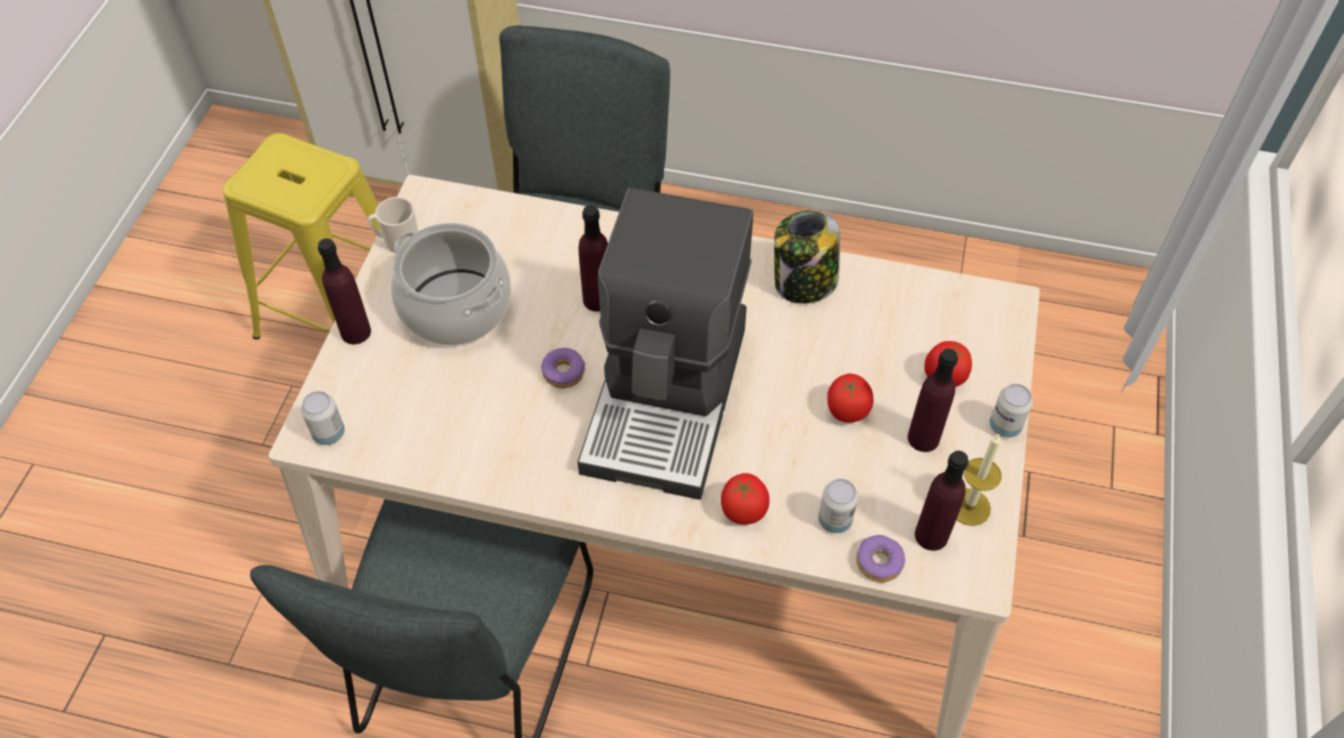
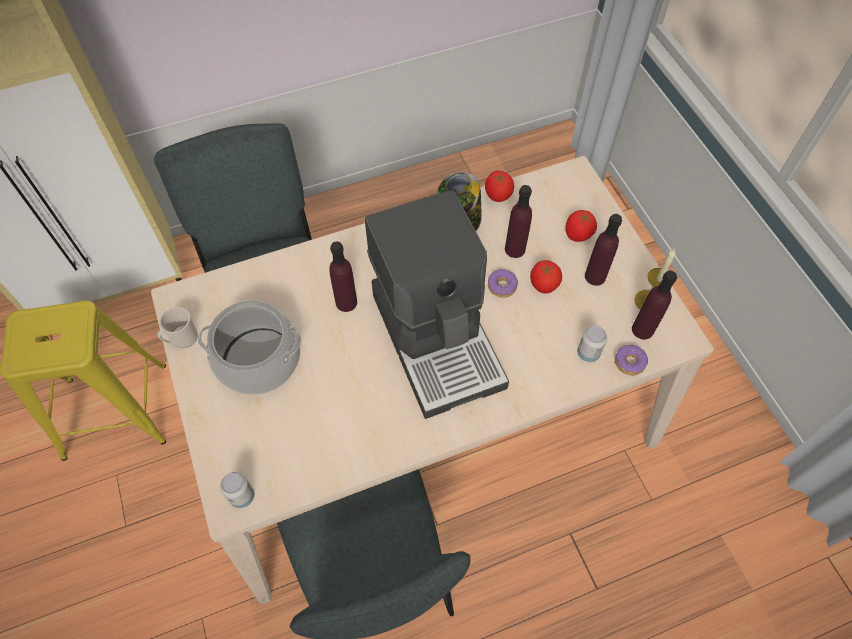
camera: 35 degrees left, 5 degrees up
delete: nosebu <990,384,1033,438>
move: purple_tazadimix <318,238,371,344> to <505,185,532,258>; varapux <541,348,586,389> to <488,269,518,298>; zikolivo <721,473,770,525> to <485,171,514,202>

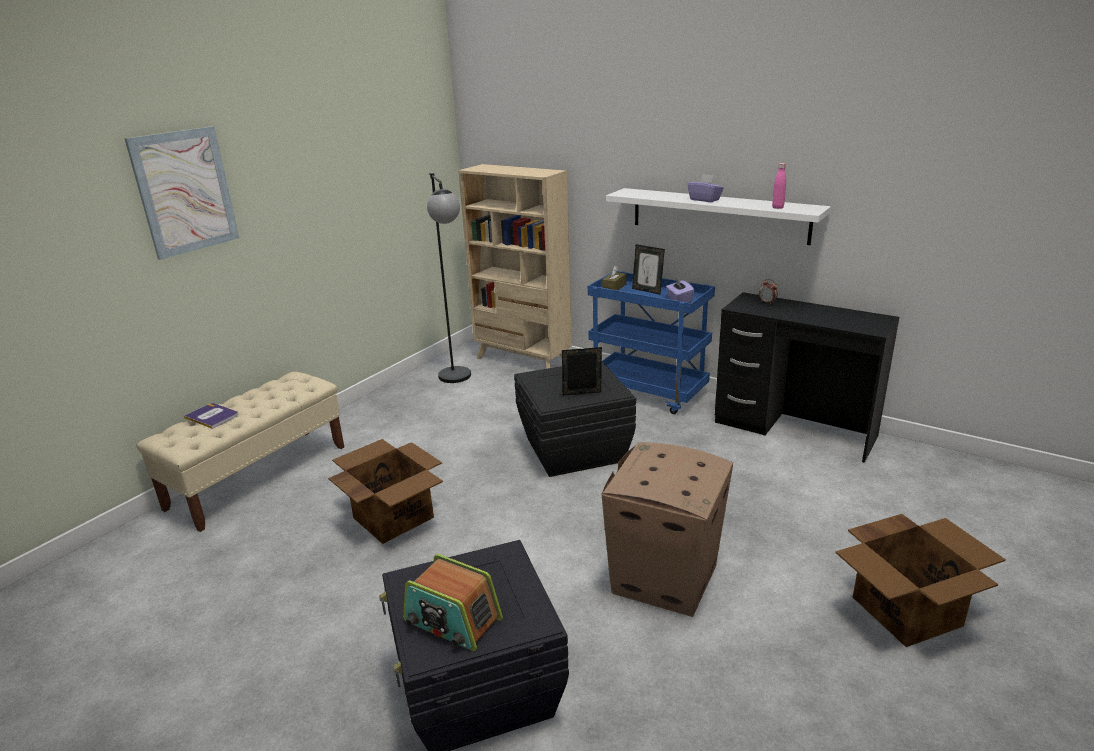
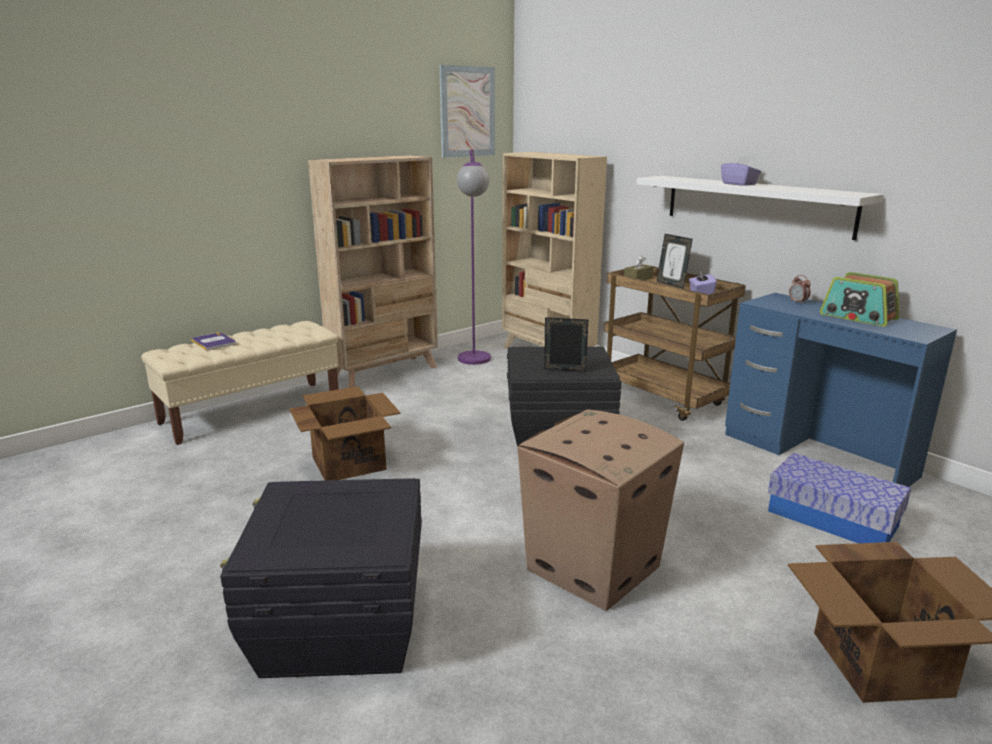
camera: 15 degrees right, 5 degrees down
delete: pink_tazadimix <772,163,786,209>
insert: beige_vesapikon <308,155,438,388>; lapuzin <768,453,911,543>
move: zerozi <124,126,239,260> to <439,65,495,158>; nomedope <403,554,503,651> to <820,272,899,327>
recolor: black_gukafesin <427,173,471,383> to purple_gukafesin <457,150,491,365>; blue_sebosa <588,271,715,414> to brown_sebosa <604,266,746,421>; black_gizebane <715,292,899,463> to blue_gizebane <725,293,957,487>

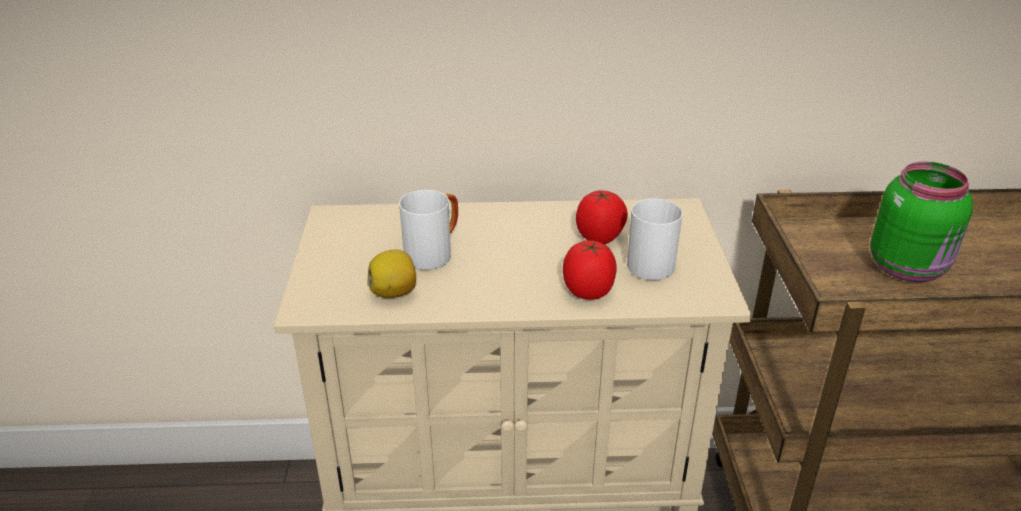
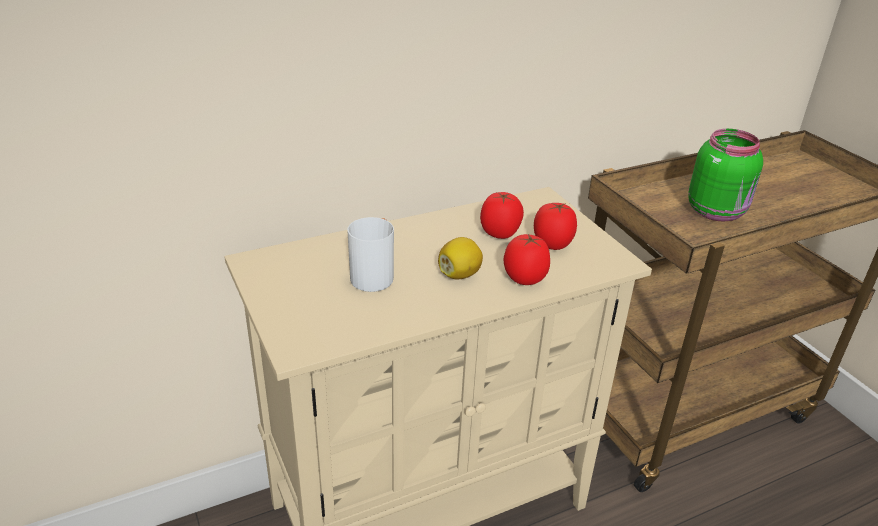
camera: 25 degrees left, 0 degrees up
move: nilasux <367,249,416,298> to <438,237,483,279>
replace: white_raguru <627,199,683,280> to zikolivo <534,203,577,250>

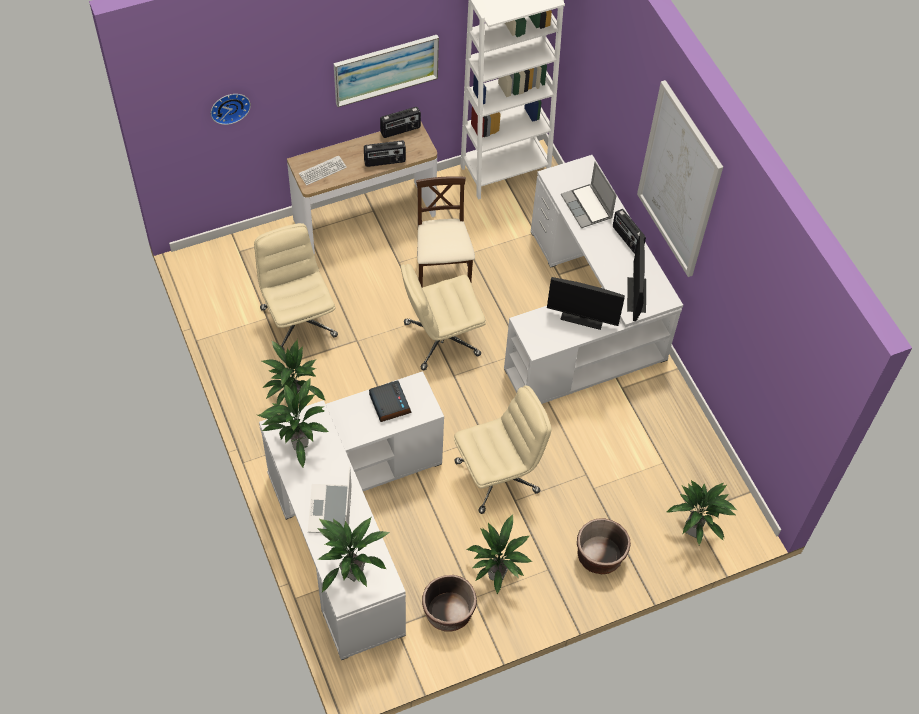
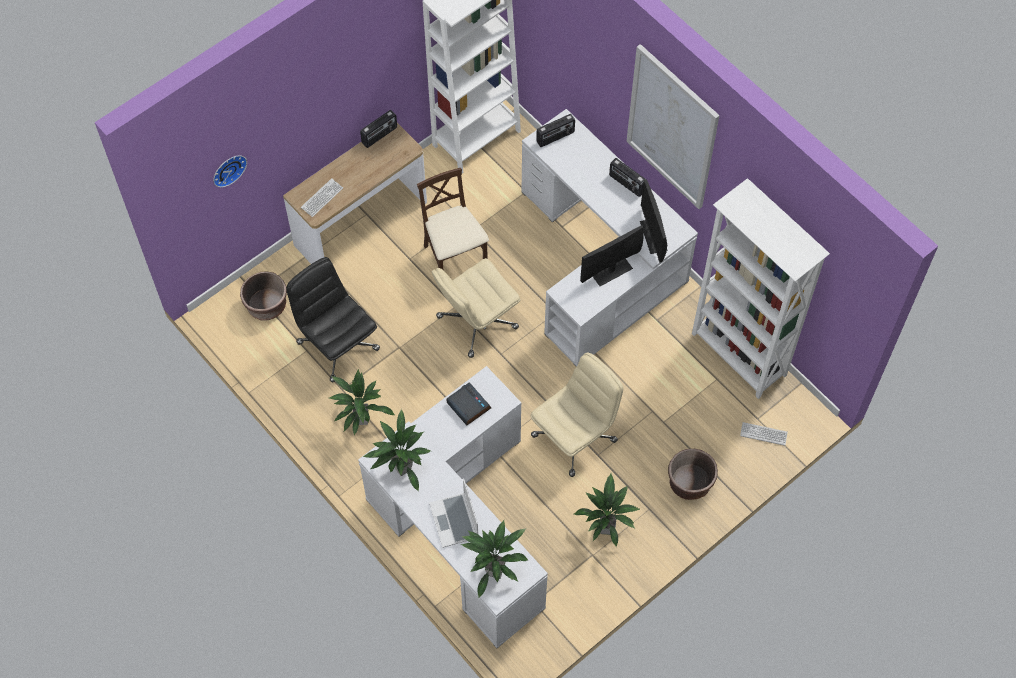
camera: 15 degrees left, 5 degrees up
delete: zerozi <333,35,439,107>; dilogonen <561,162,617,228>
insert: white_vesapikon <692,178,830,399>
move: nomedope <364,140,406,167> to <536,114,575,147>; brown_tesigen <422,575,477,632> to <240,271,287,320>
replace: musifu <667,480,737,545> to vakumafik <740,422,788,446>
recolor: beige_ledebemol <254,223,338,350> to black_ledebemol <286,257,380,382>
rotate: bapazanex <547,277,625,330> = <580,225,644,286> 150 degrees clockwise

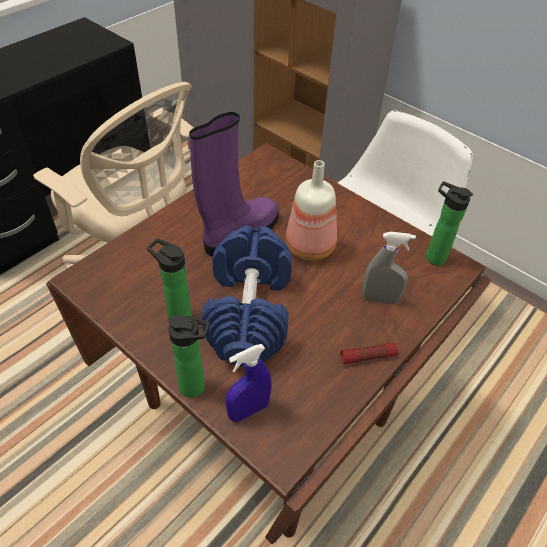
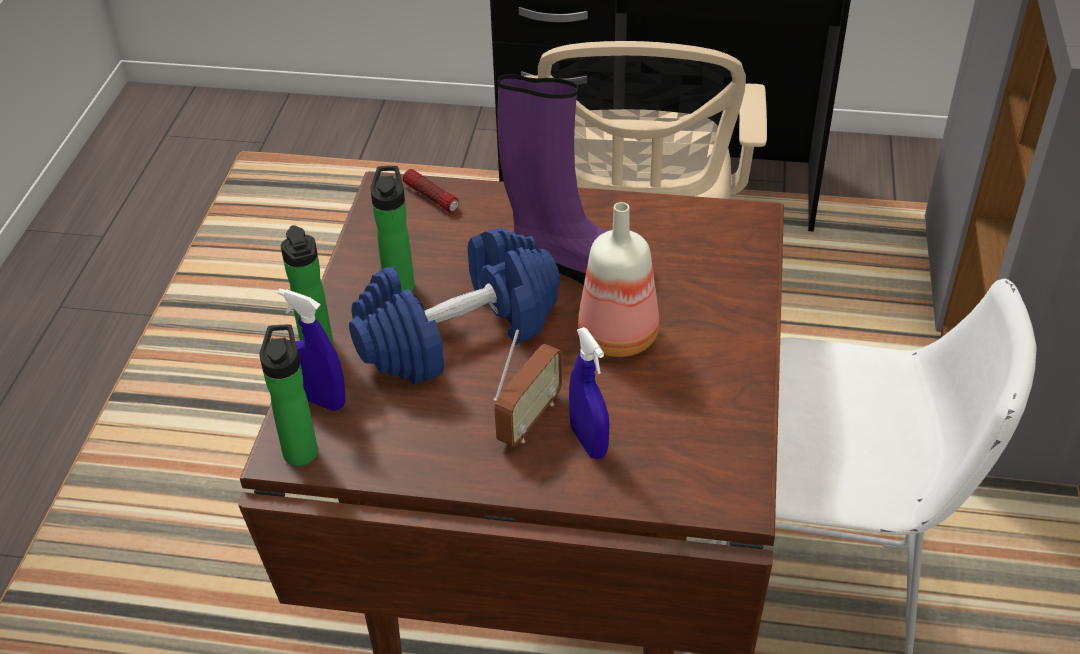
camera: 60 degrees right, 5 degrees down
insert: nomedope <493,329,562,447>
move: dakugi <340,342,398,364> to <403,169,459,212>; tazadimix <426,181,473,266> to <259,324,318,466>
recolor: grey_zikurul <362,232,416,304> to blue_zikurul <569,327,610,459>

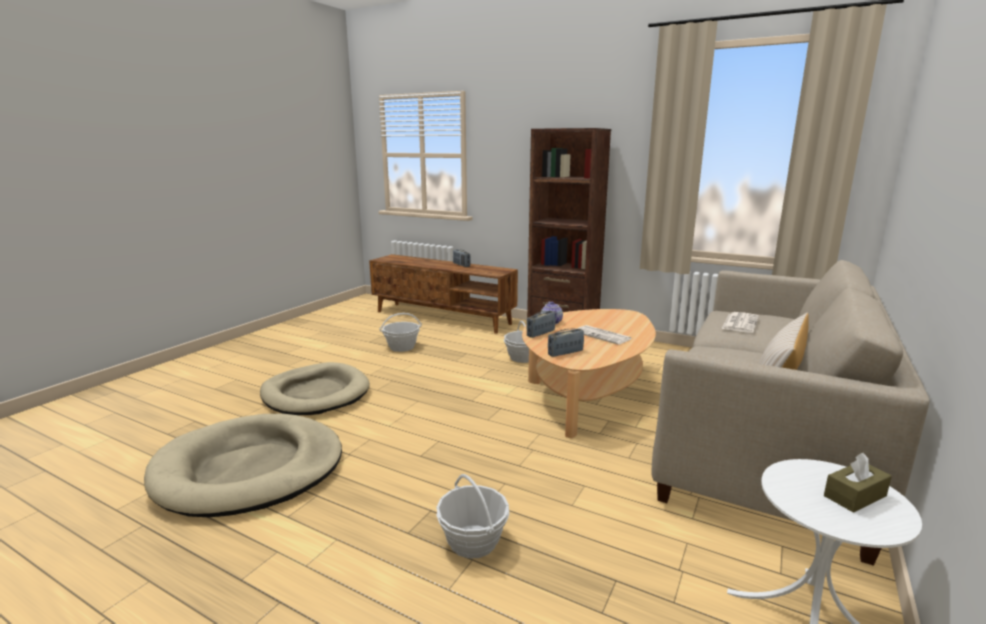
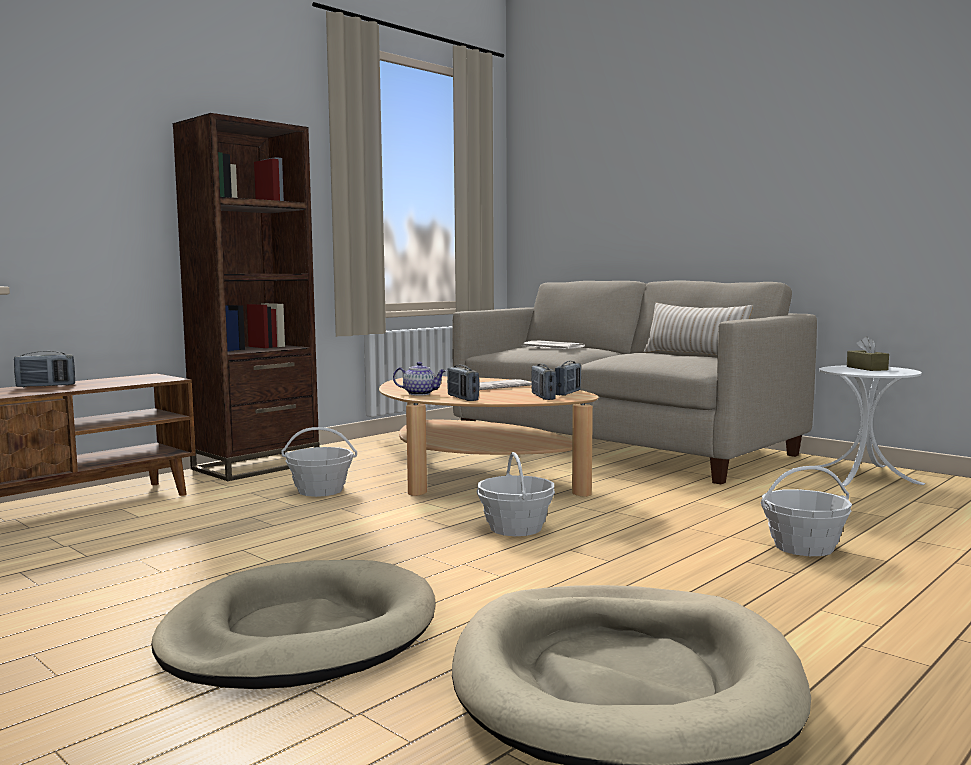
camera: 75 degrees left, 10 degrees down
insert: nomedope <555,361,581,396>
move: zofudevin <379,313,422,352> to <477,452,555,536>

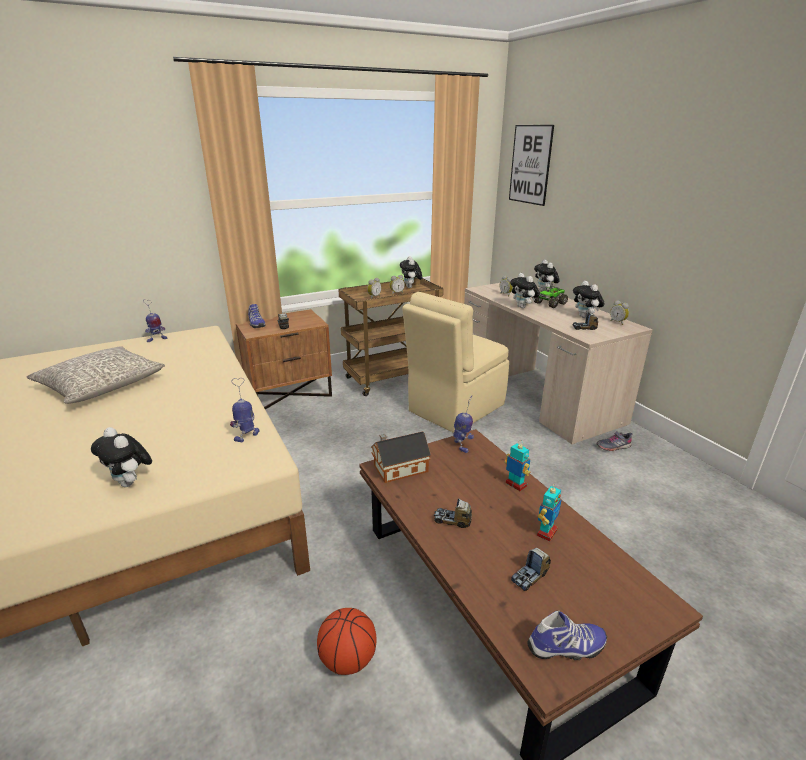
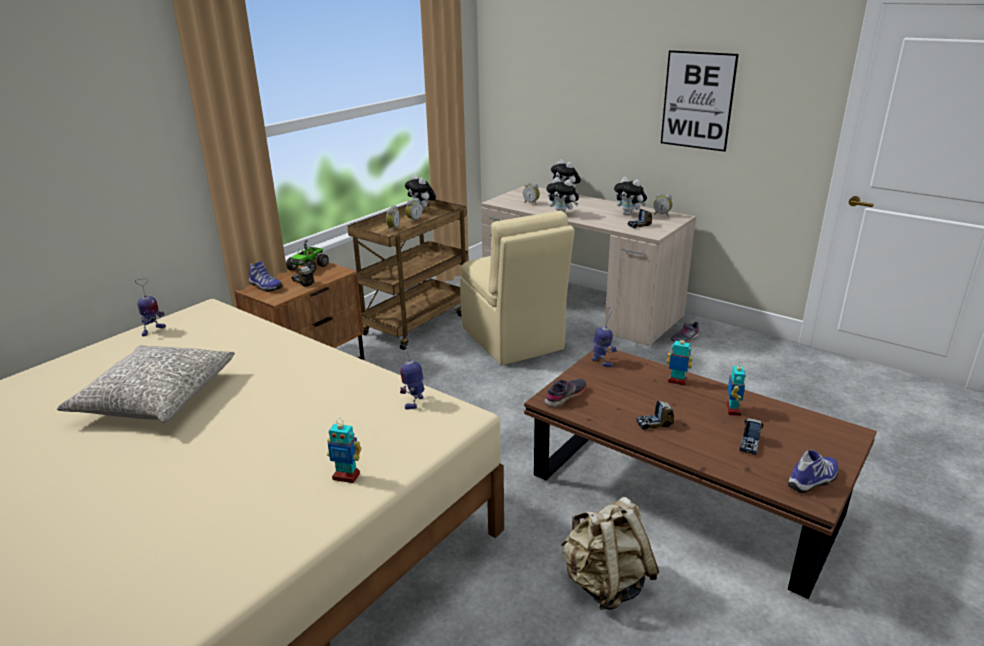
camera: 25 degrees left, 0 degrees up
move: zerozi <509,125,554,206> to <661,50,739,152>; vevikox <534,281,568,308> to <286,240,329,273>
replace: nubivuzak <91,427,152,487> to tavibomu <327,418,361,483>; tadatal <317,608,377,675> to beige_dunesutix <561,497,659,610>; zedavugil <371,432,431,483> to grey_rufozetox <545,379,587,407>
rotate: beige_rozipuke <402,292,509,433> = <460,211,575,365> 45 degrees counterclockwise

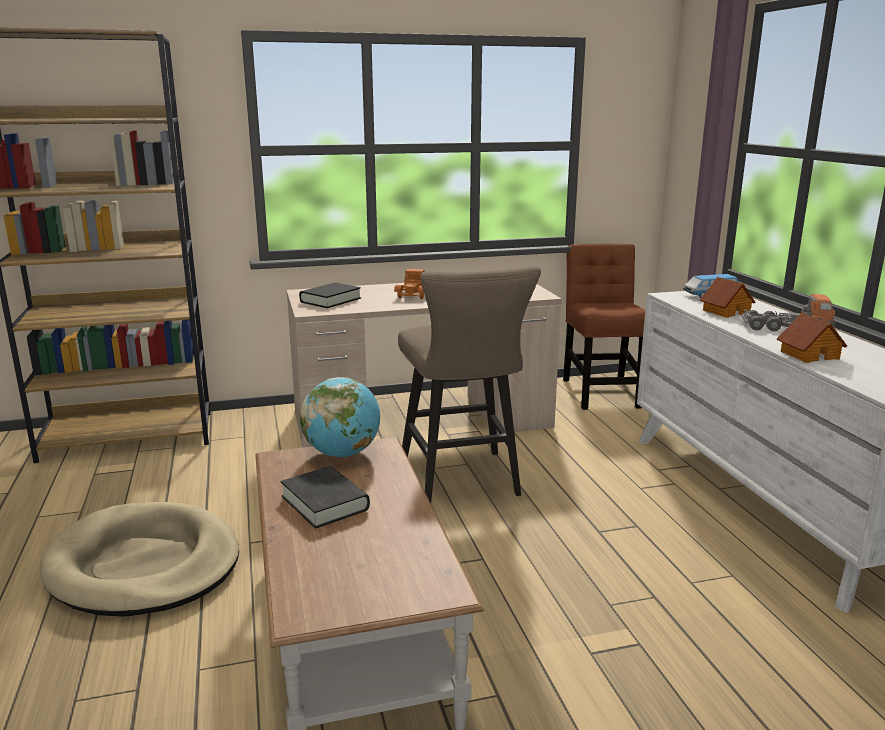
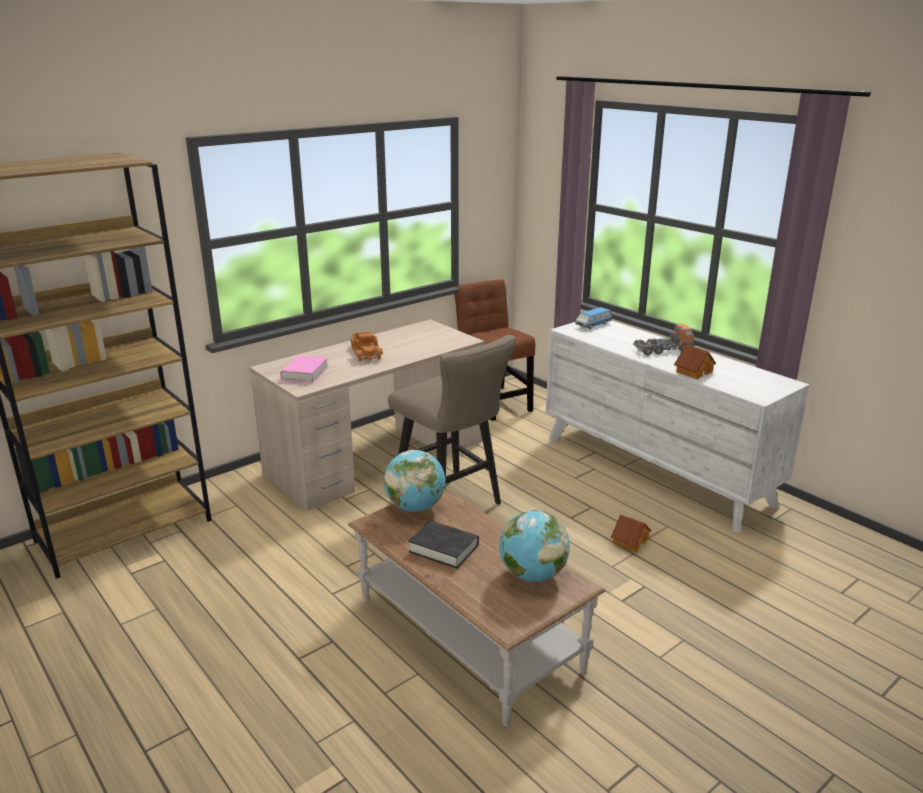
camera: 25 degrees left, 5 degrees up
delete: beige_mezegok <40,502,239,616>
insert: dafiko <499,510,570,582>
move: zedavugil <700,277,755,318> to <611,514,651,552>
recolor: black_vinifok <299,282,361,308> to pink_vinifok <280,355,328,383>

